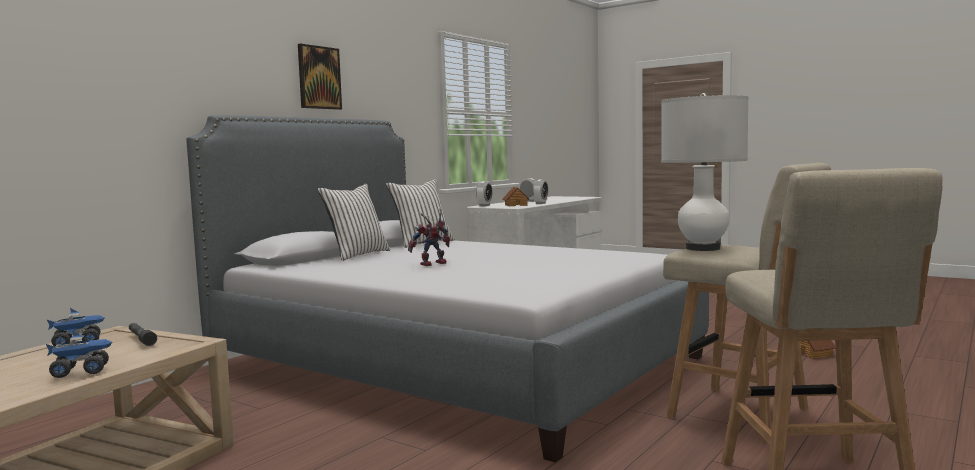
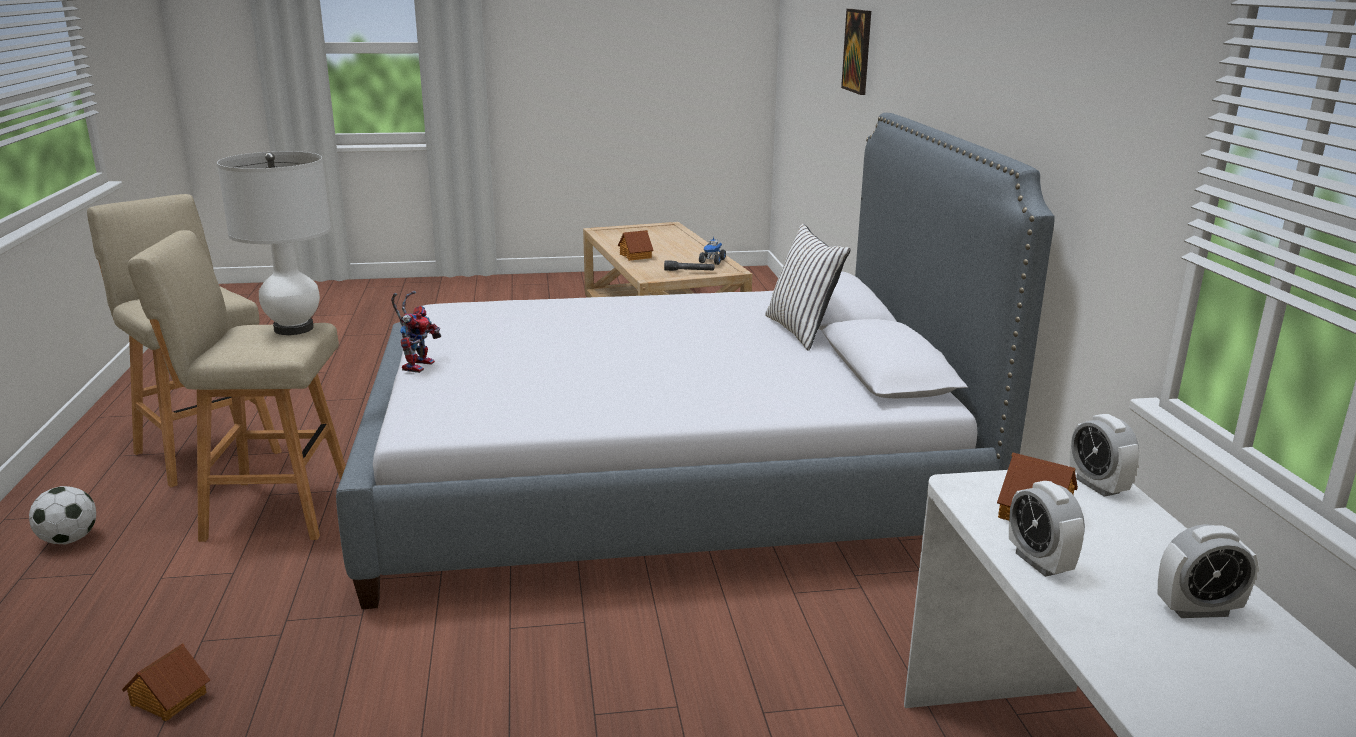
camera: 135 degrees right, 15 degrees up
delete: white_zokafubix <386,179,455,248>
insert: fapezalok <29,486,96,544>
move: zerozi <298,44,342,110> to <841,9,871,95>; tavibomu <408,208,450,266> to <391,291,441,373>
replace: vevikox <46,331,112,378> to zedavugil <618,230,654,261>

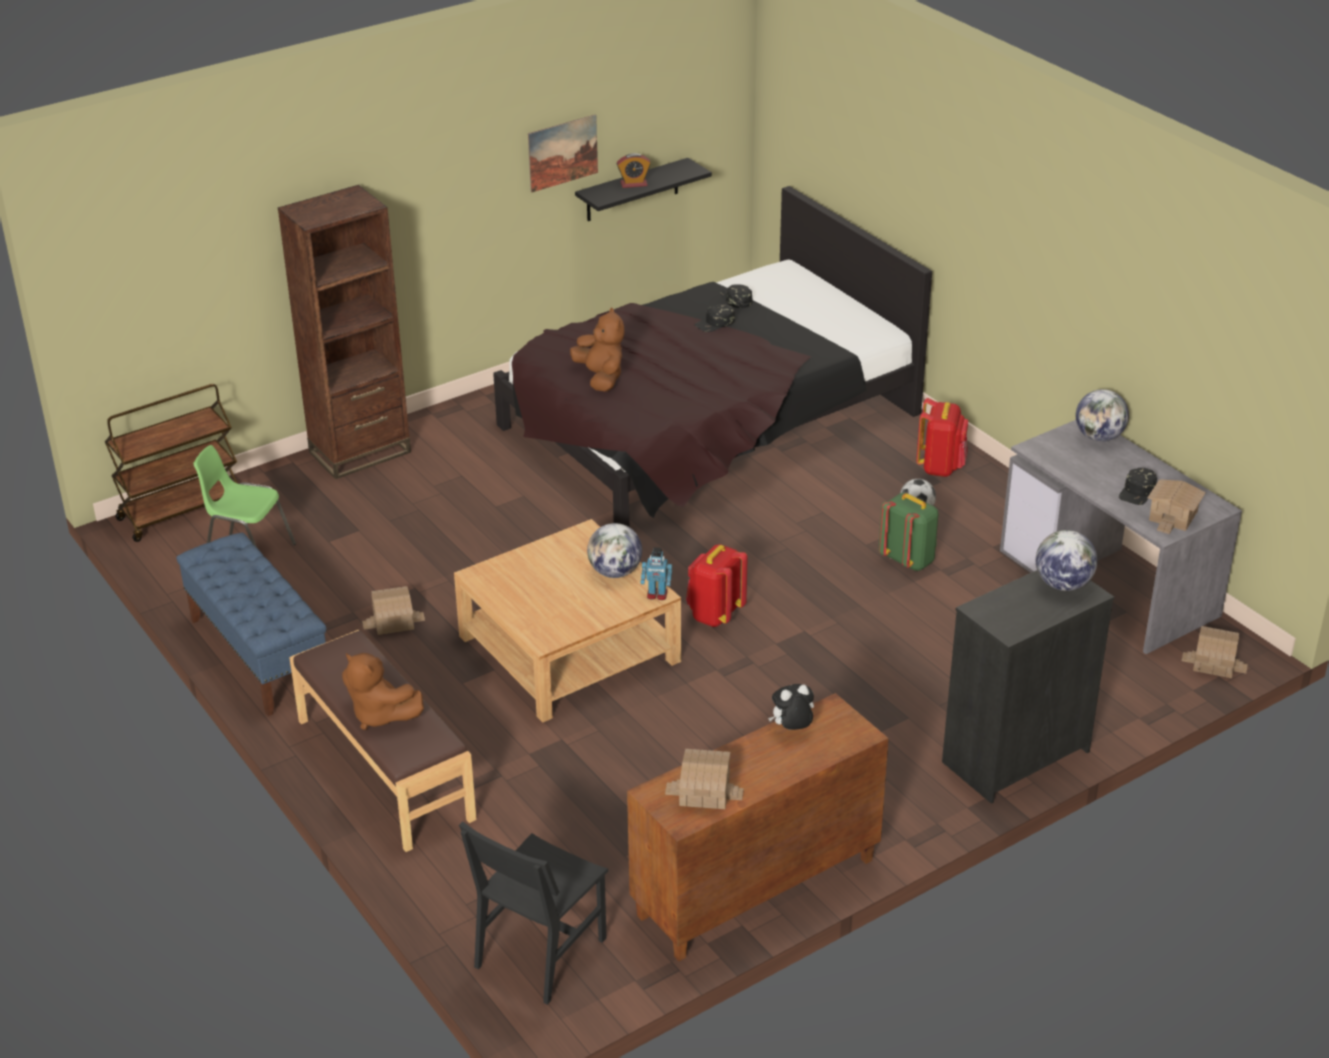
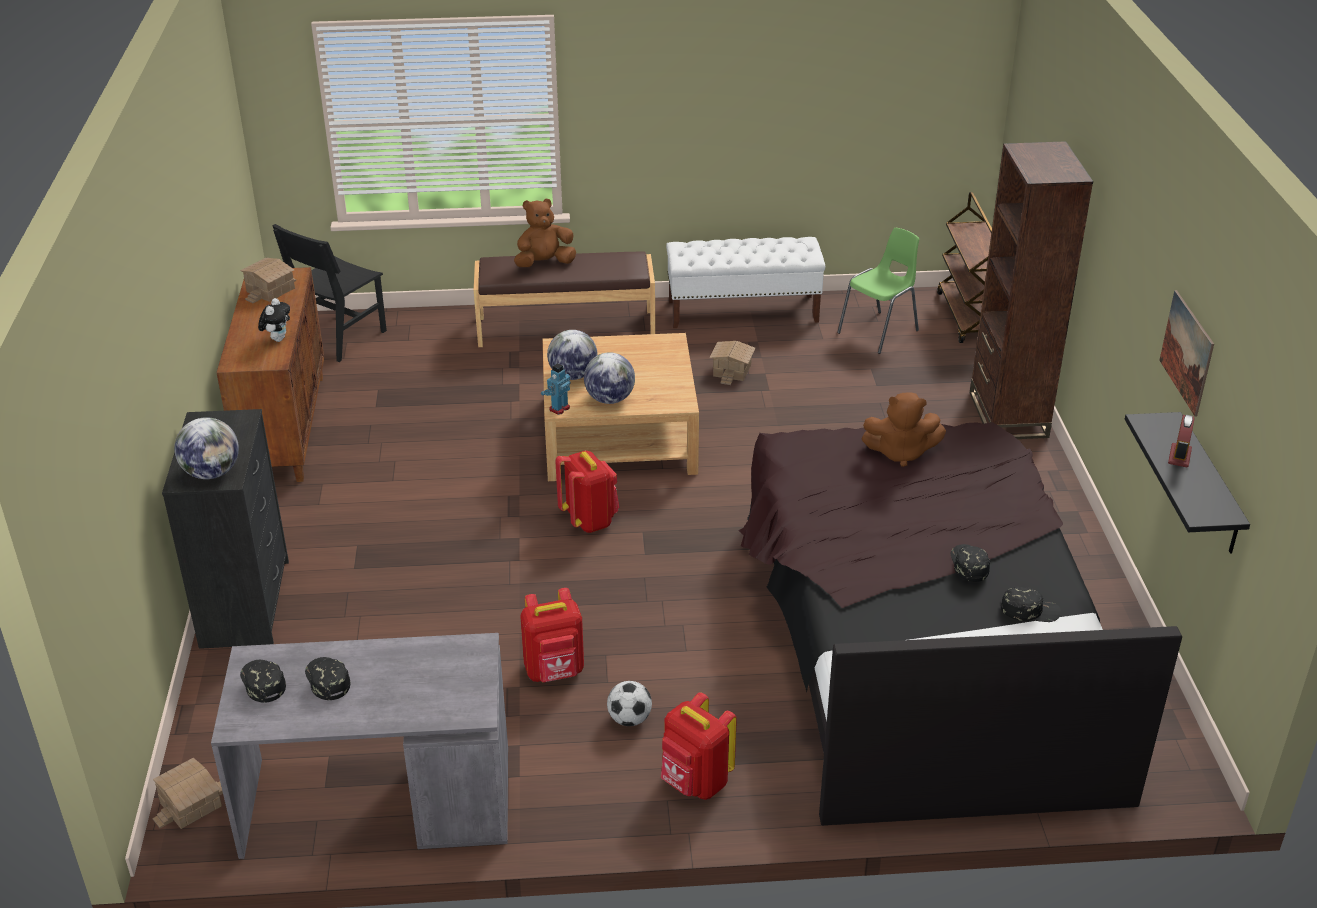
camera: 120 degrees right, 0 degrees up
move: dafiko <1076,389,1129,442> to <547,330,598,380>
replace: zedavugil <1147,479,1206,534> to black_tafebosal <240,659,286,703>
recolor: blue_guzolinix <176,532,326,716> to white_guzolinix <666,237,826,328>; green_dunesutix <878,493,938,571> to red_dunesutix <520,588,584,683>
rotate: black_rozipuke <459,821,608,1005> = <273,224,387,362> 120 degrees counterclockwise

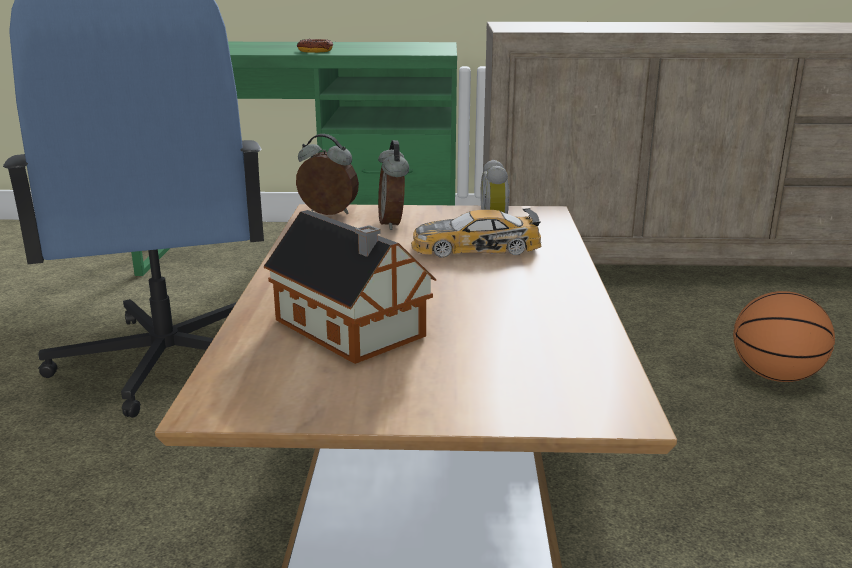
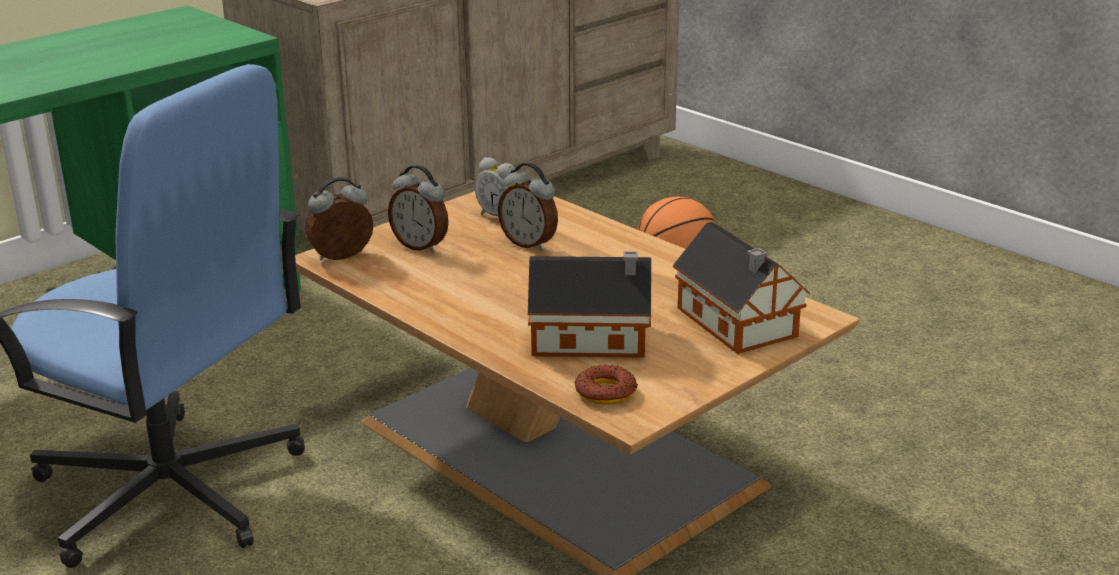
camera: 45 degrees left, 5 degrees up
insert: zedavugil <673,222,810,354>
move: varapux <297,39,333,53> to <575,364,638,405>
replace: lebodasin <411,208,542,258> to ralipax <498,163,558,251>

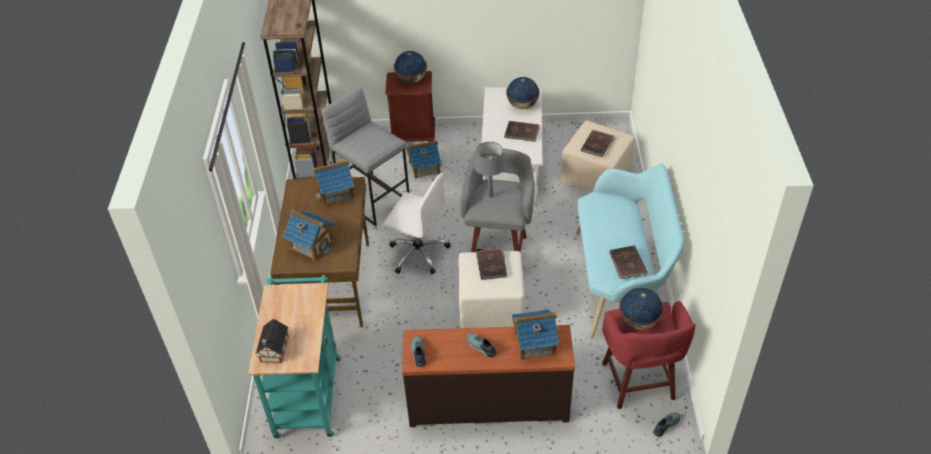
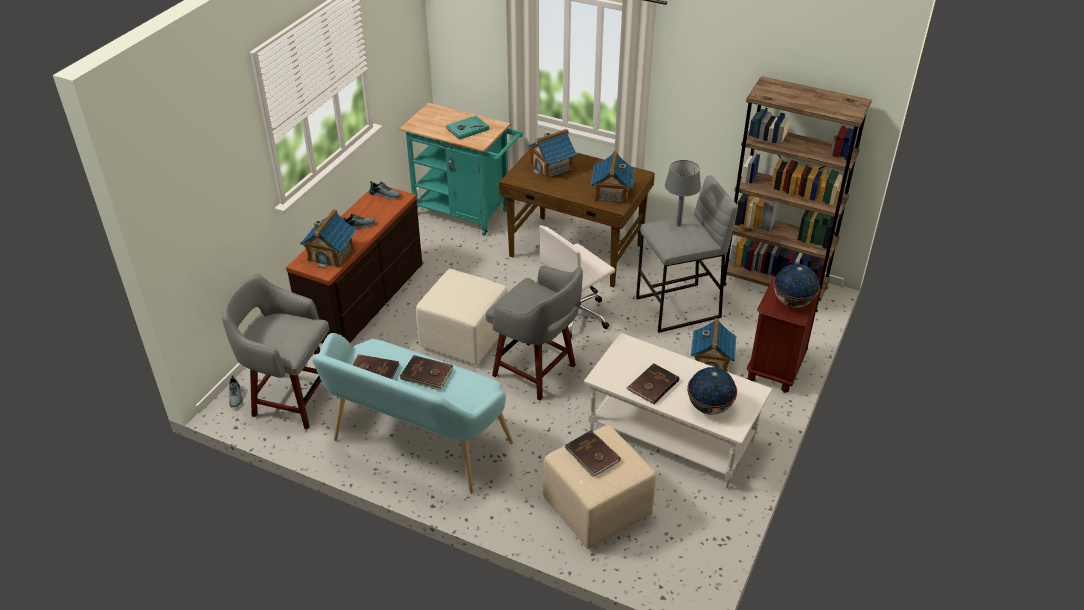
camera: 115 degrees right, 5 degrees down
delete: zedavugil <255,319,289,363>; dafiko <619,288,664,330>
insert: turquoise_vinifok <445,116,489,140>
move: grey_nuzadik <473,142,506,198> to <665,160,701,226>; brown_vinifok <476,248,507,280> to <400,355,453,390>
recolor: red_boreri <602,301,695,409> to grey_boreri <221,274,329,429>

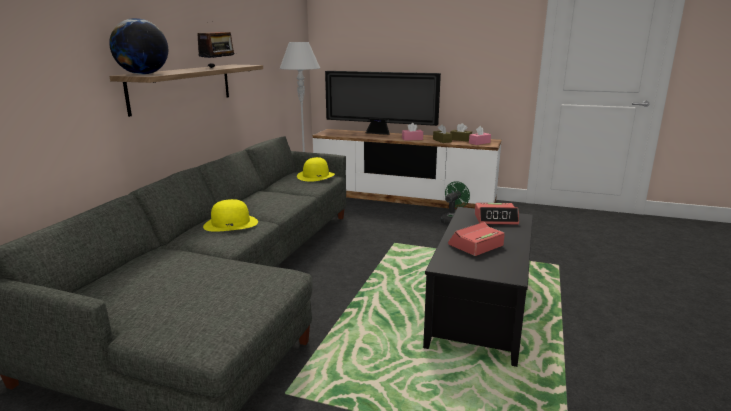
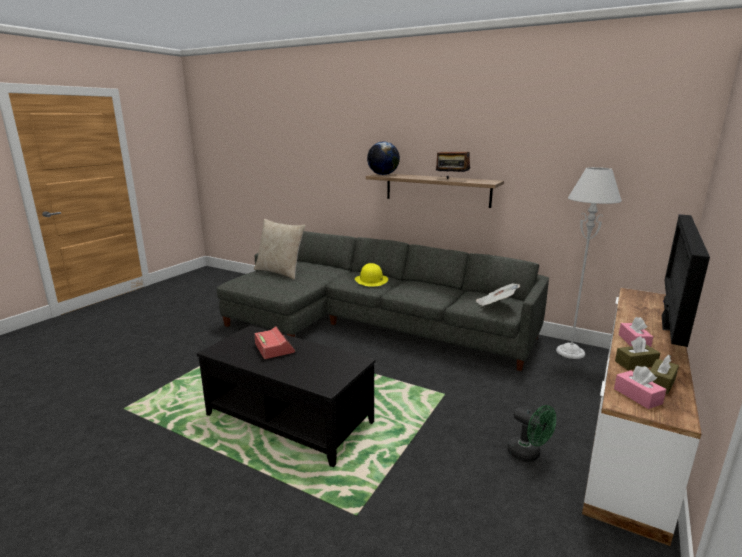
camera: 100 degrees right, 0 degrees up
delete: ralipax <475,203,519,225>
insert: beige_zokafubix <254,219,306,280>
replace: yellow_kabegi <297,157,335,182> to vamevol <476,283,520,307>

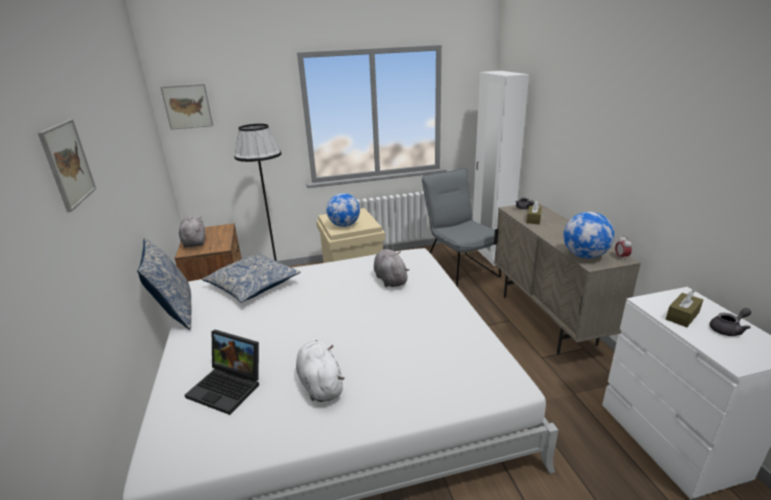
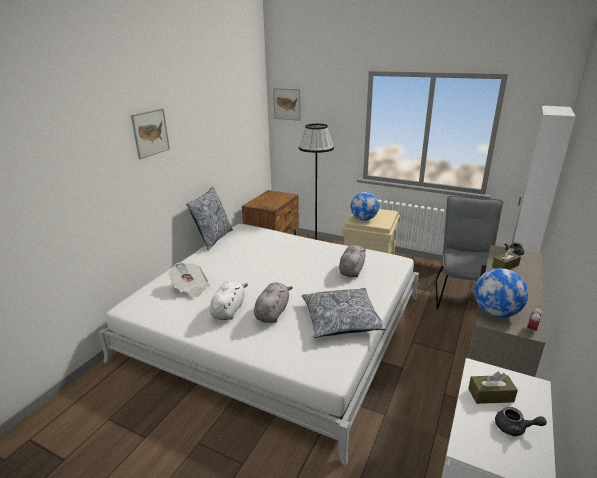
camera: 40 degrees right, 0 degrees up
move: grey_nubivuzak <179,215,205,248> to <254,282,293,323>; zokafubix <202,253,300,303> to <302,288,387,338>
replace: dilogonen <185,330,259,415> to vamevol <169,262,210,298>

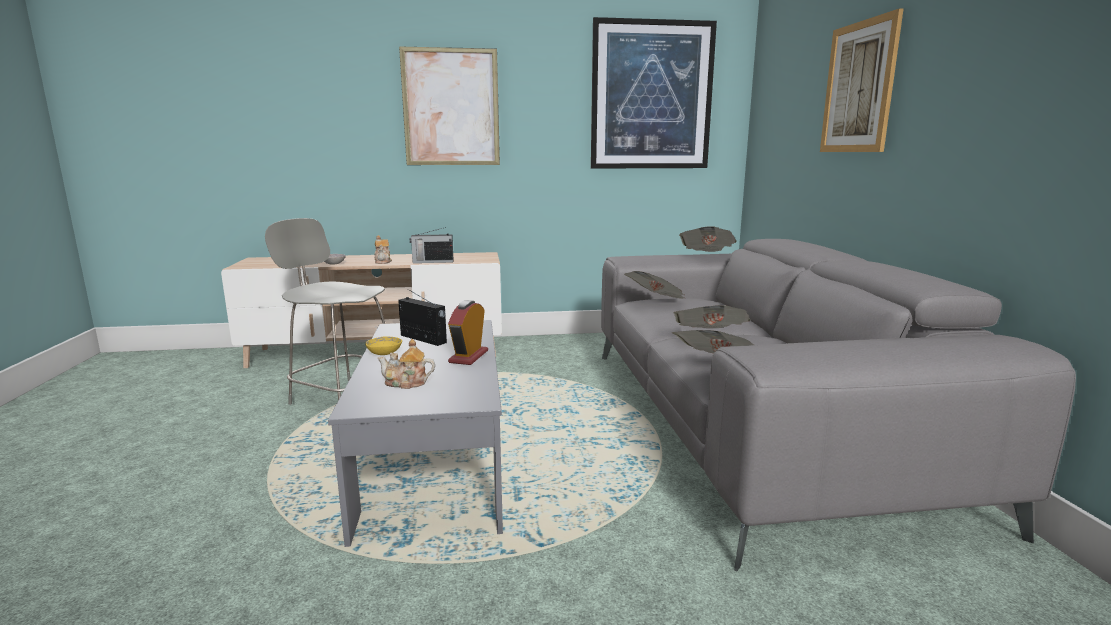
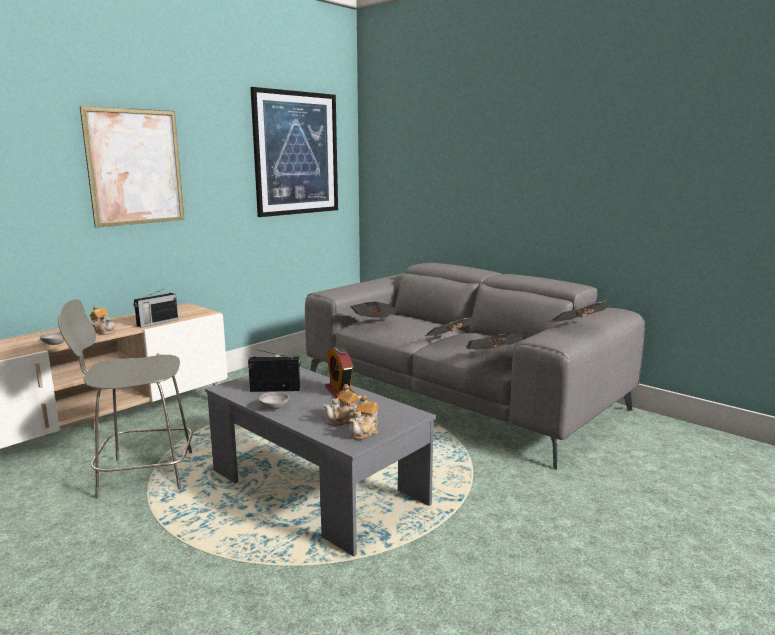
camera: 40 degrees left, 0 degrees up
delete: zerozi <820,8,904,152>
insert: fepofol <349,395,379,440>
move: vamevol <679,226,737,252> to <549,300,614,322>
recolor: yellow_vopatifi <365,337,402,355> to grey_vopatifi <259,392,289,409>

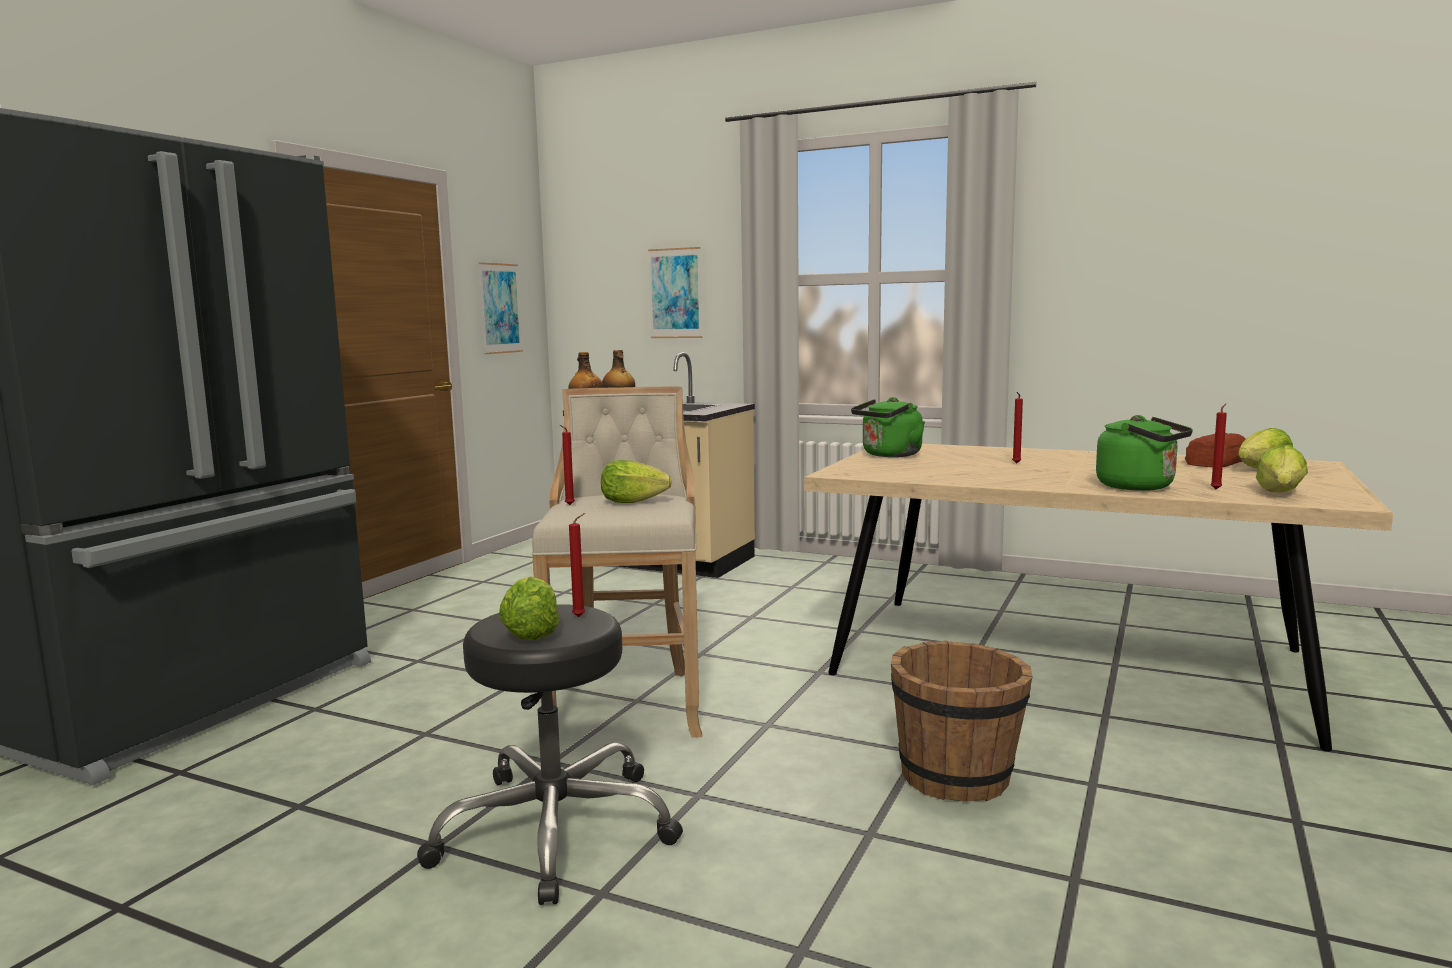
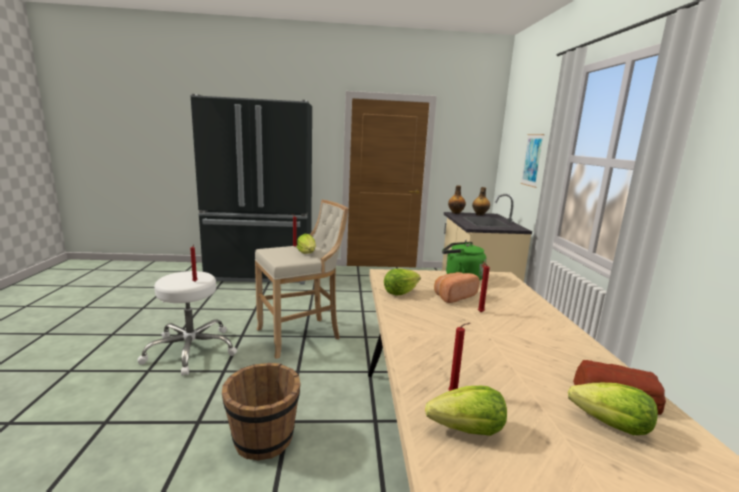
camera: 60 degrees right, 5 degrees up
delete: zerozi <479,262,523,354>; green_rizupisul <1096,415,1193,491>
insert: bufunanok <434,272,480,303>
move: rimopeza <499,577,559,640> to <384,269,421,296>
recolor: black_boreri <417,604,683,905> to white_boreri <138,271,237,376>

